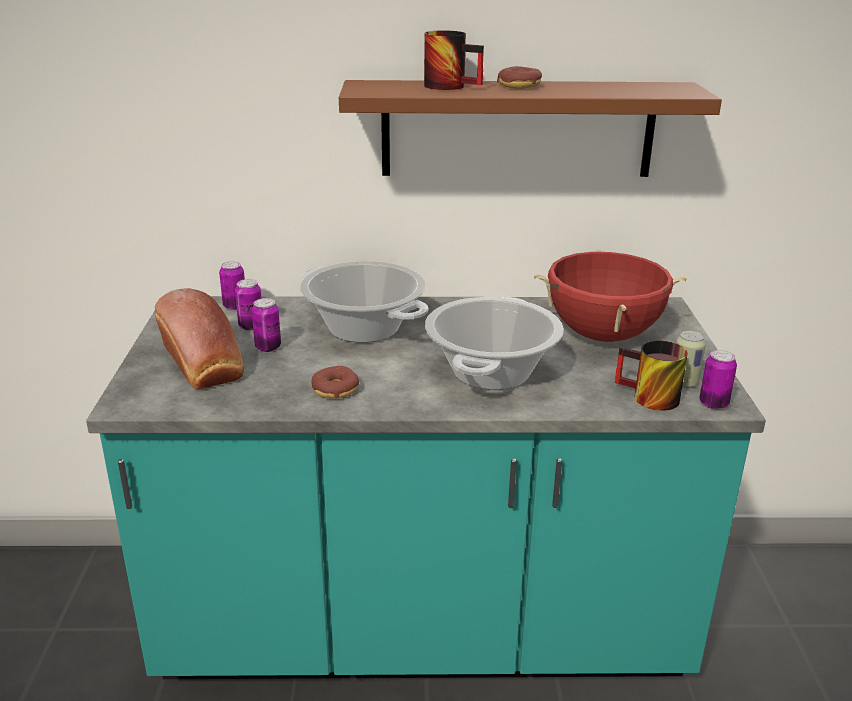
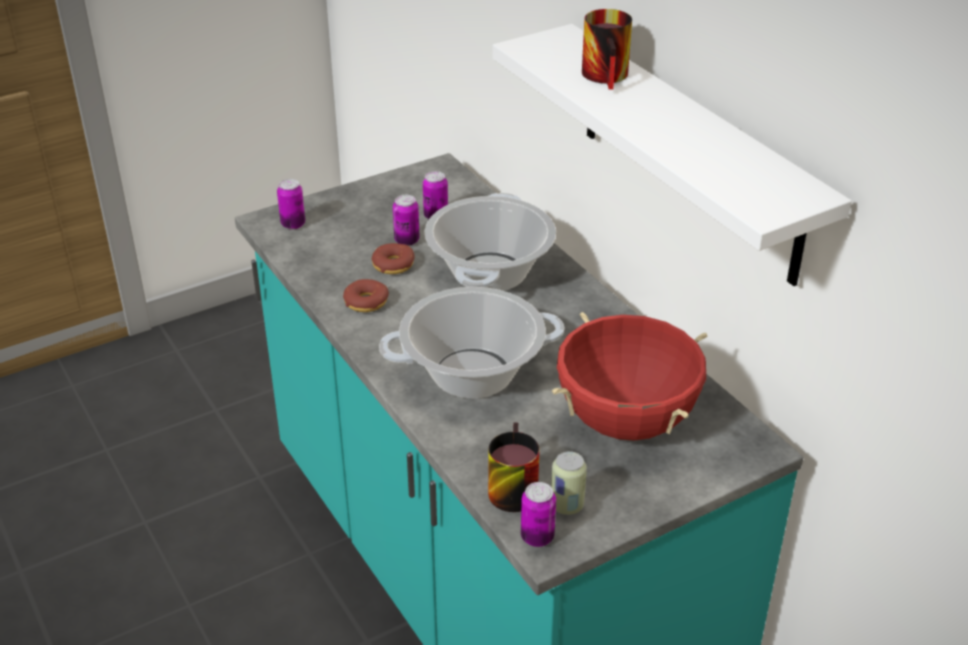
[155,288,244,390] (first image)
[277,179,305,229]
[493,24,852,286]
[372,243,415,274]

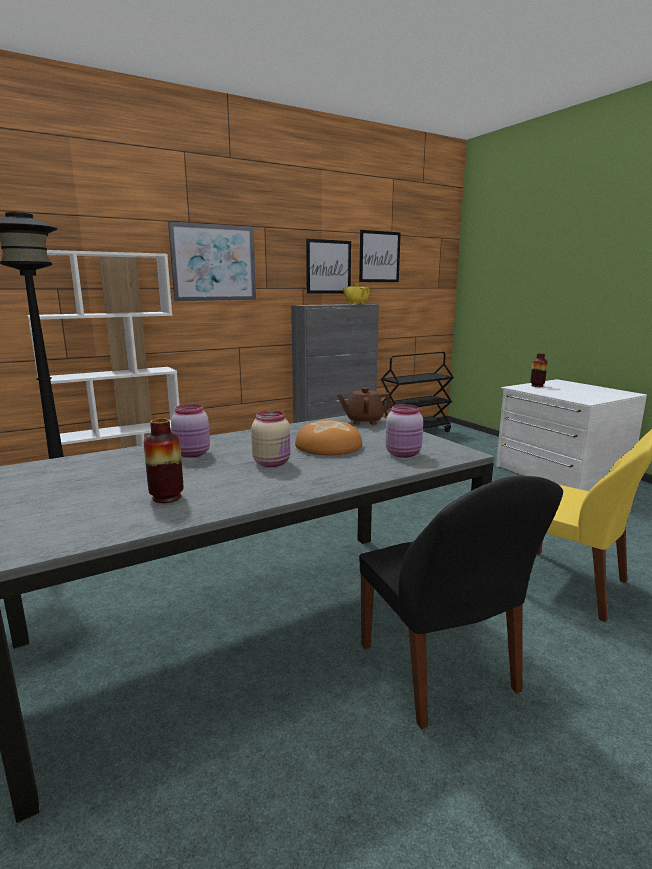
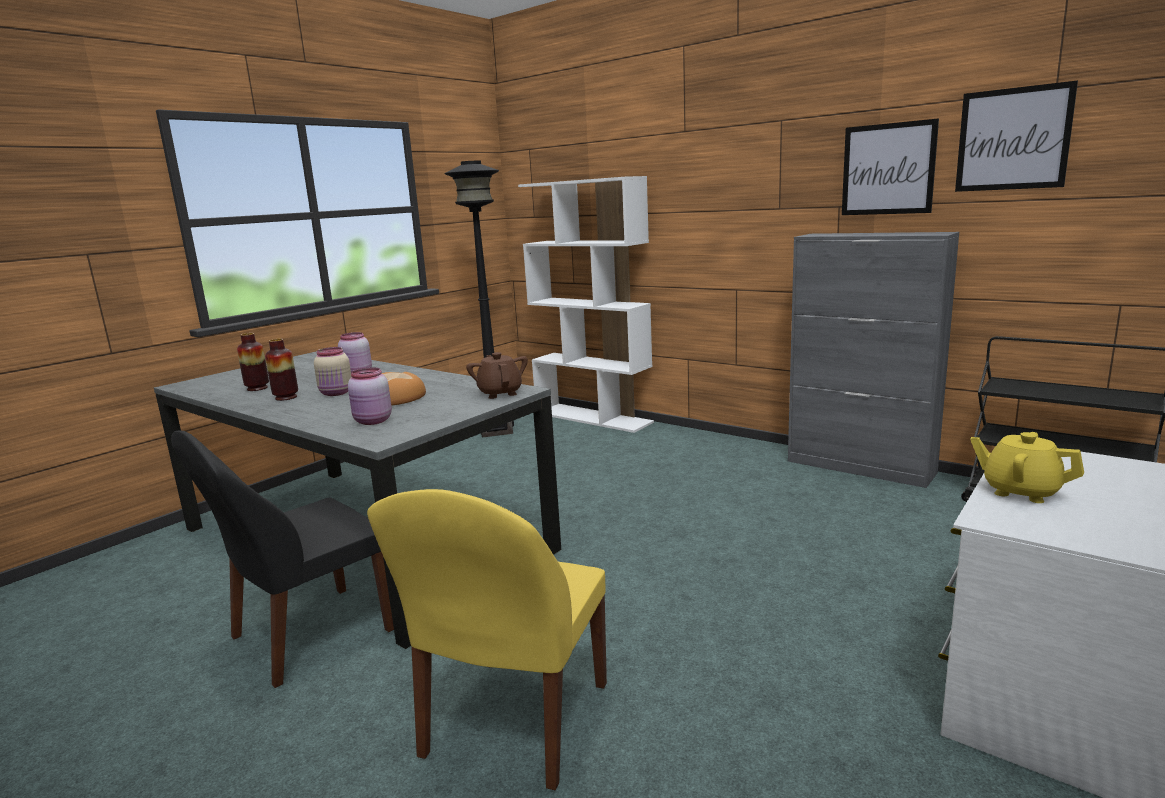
[168,222,256,301] (first image)
[970,432,1084,503]
[265,339,298,401]

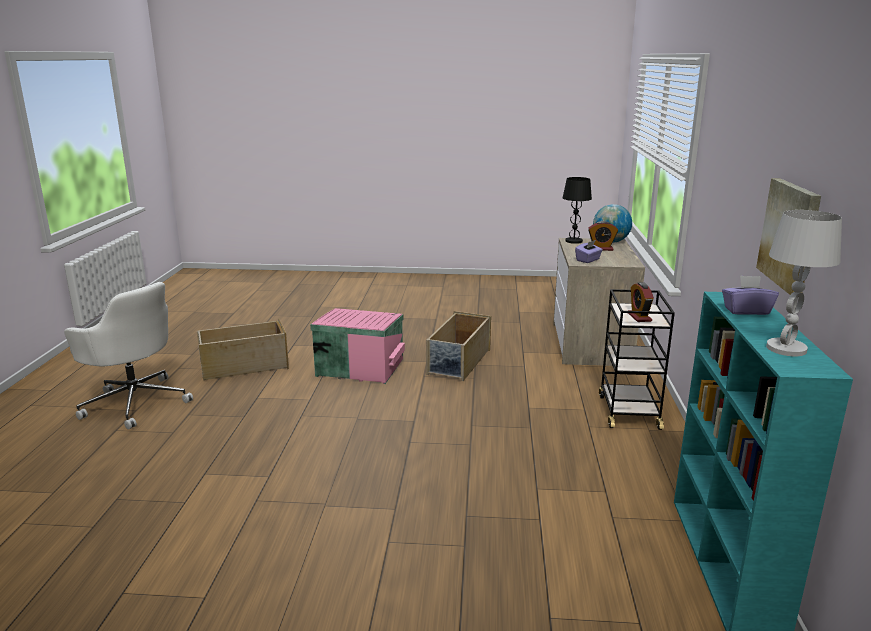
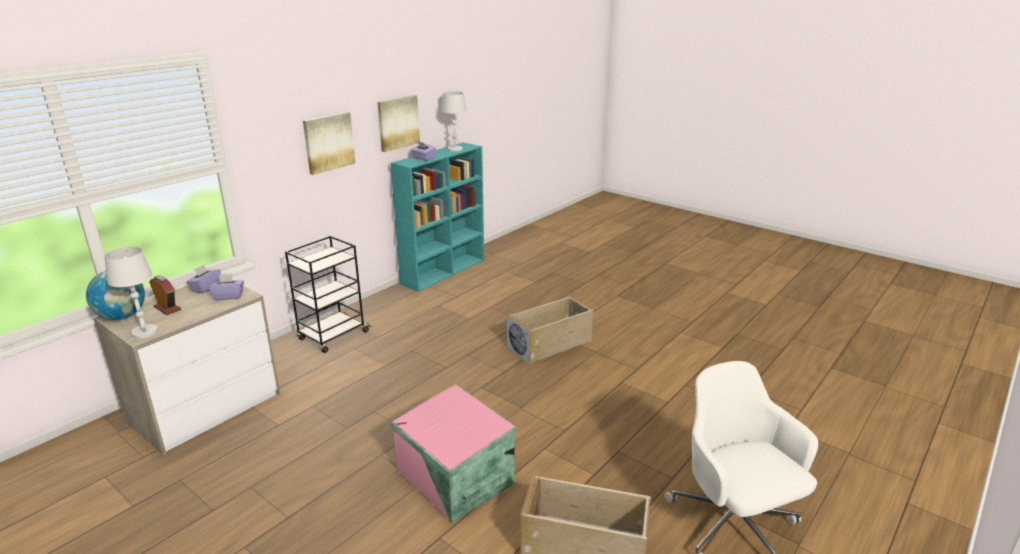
[507,296,593,365]
[105,247,158,338]
[628,282,654,322] (first image)
[186,265,221,294]
[303,112,355,175]

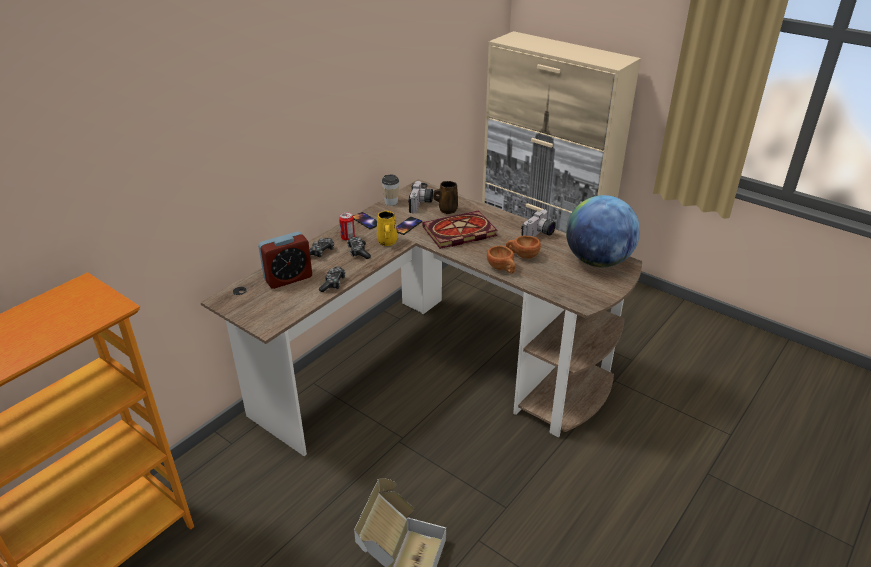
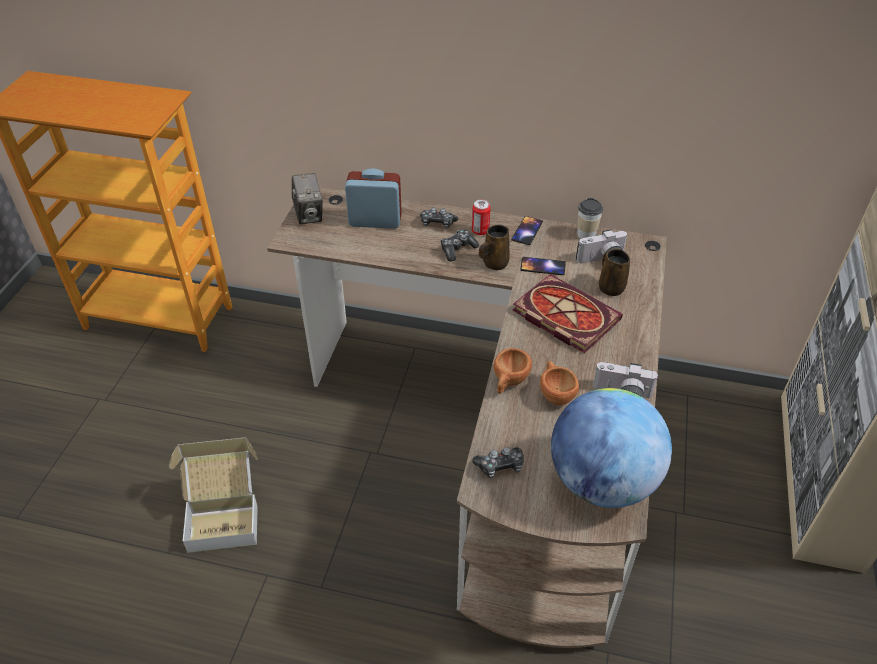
[345,168,402,229]
[472,447,524,478]
[479,225,510,270]
[292,173,323,224]

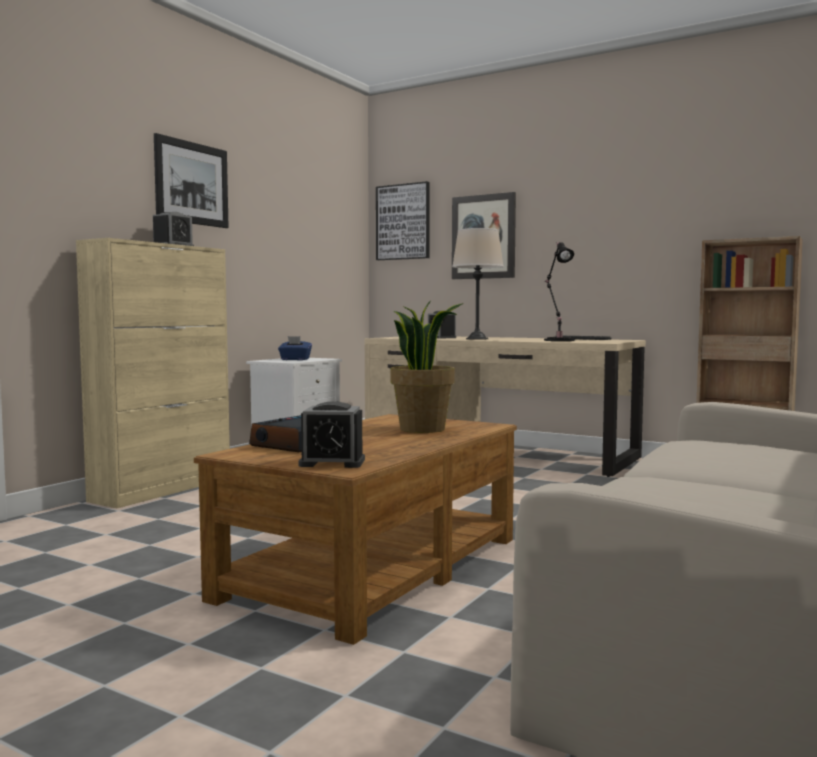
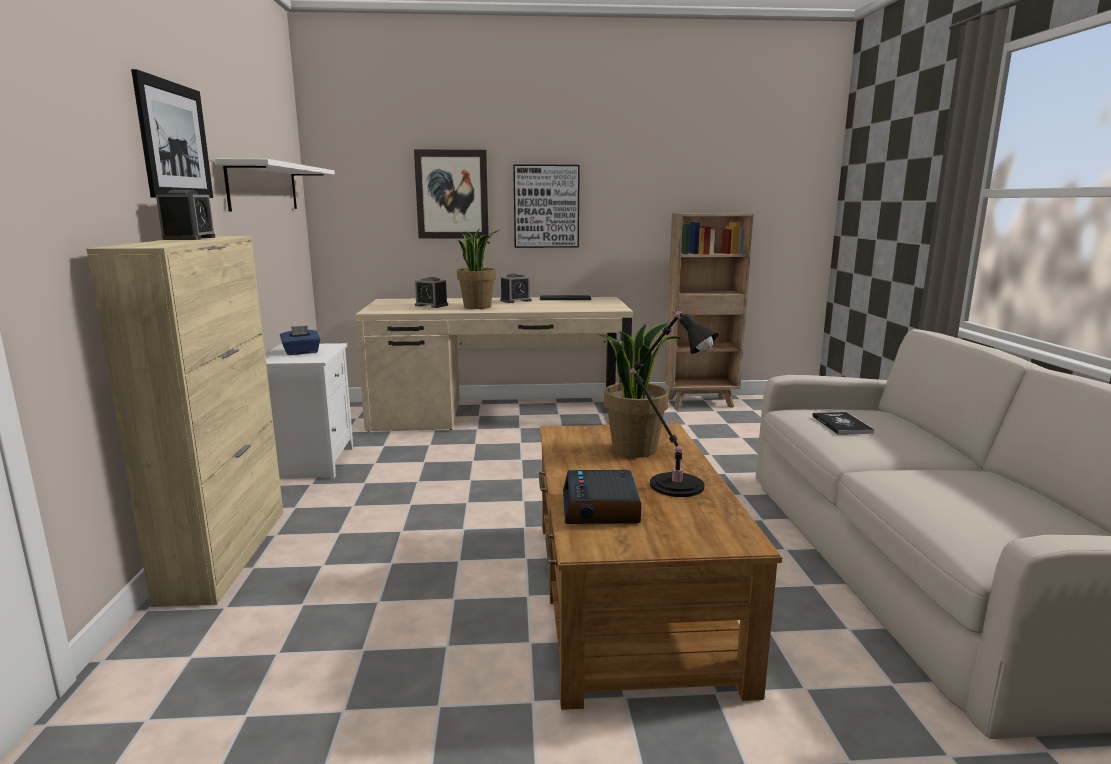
[500,274,532,303]
[513,164,580,248]
[457,228,499,309]
[627,311,719,497]
[215,159,335,212]
[812,412,874,435]

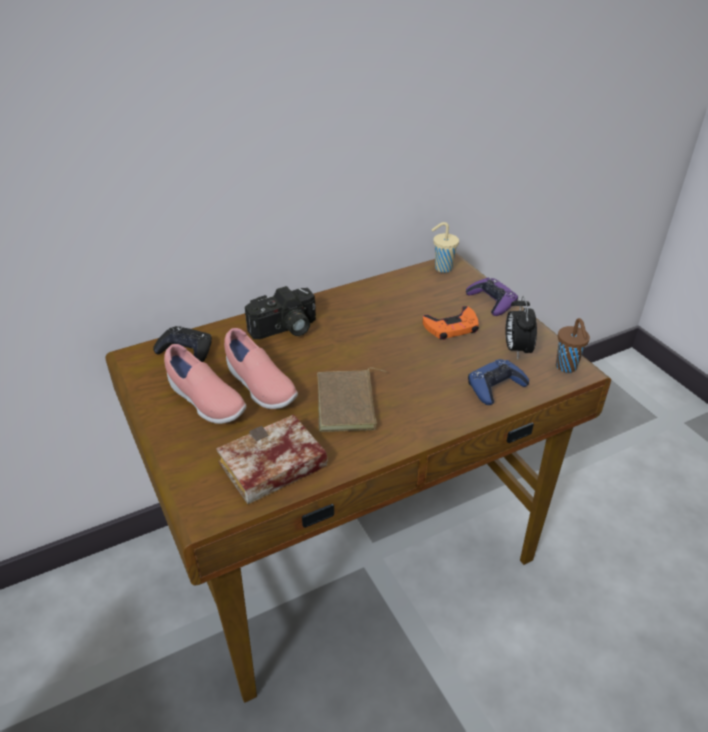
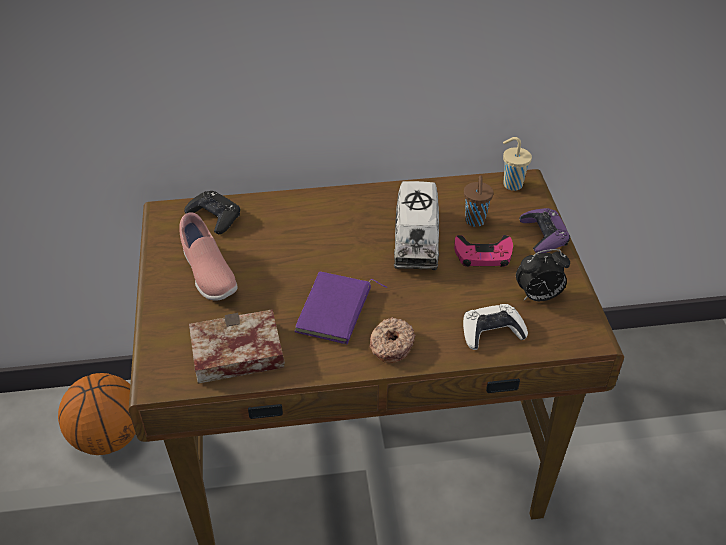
[224,328,298,409] (first image)
[245,286,316,339] (first image)
[294,272,387,344]
[454,235,513,267]
[463,304,528,350]
[516,249,570,301]
[464,175,494,227]
[58,373,136,455]
[369,317,416,363]
[394,181,439,270]

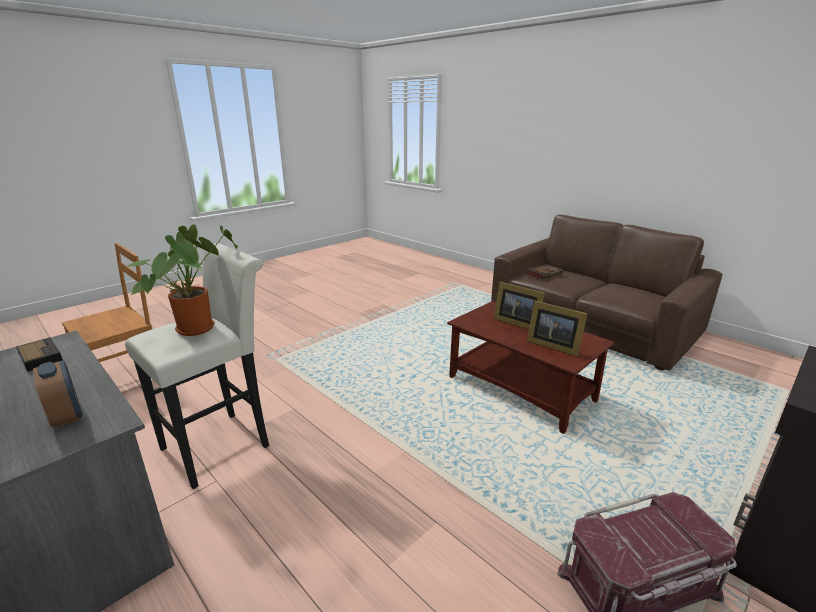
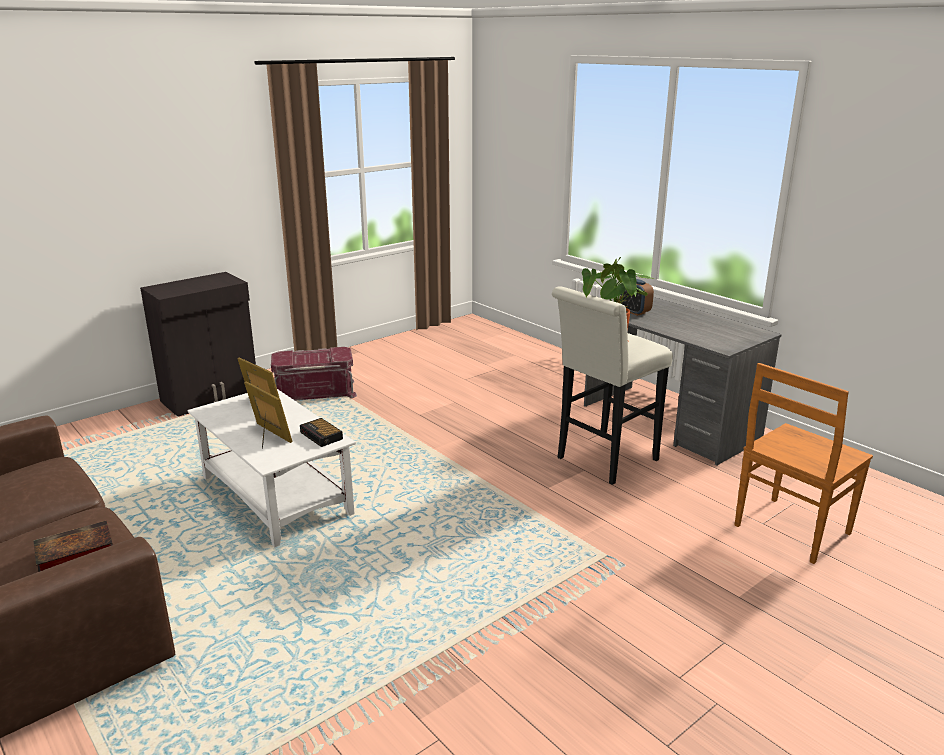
[300,418,343,447]
[188,389,356,547]

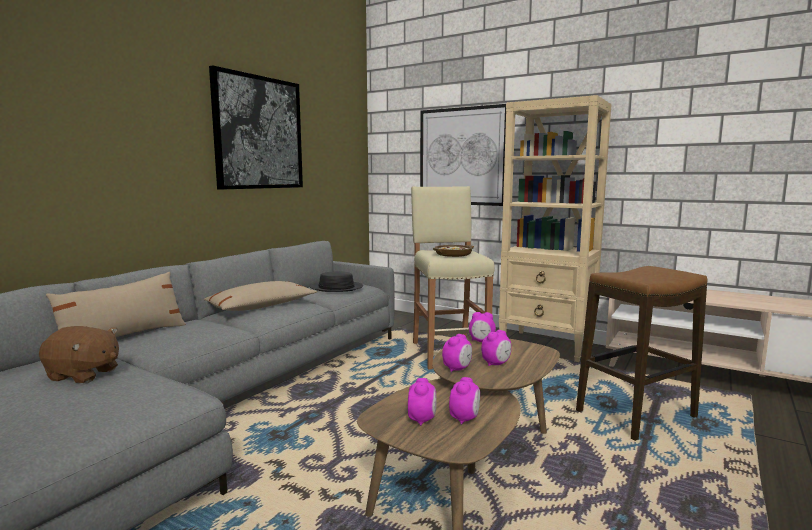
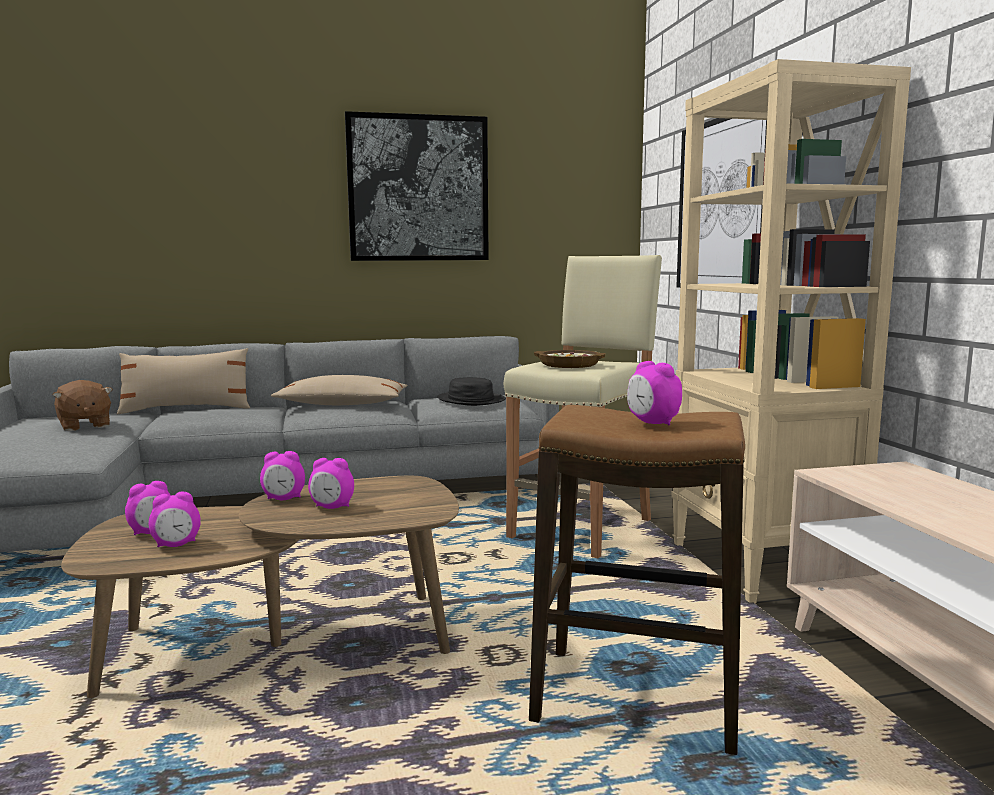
[627,361,682,426]

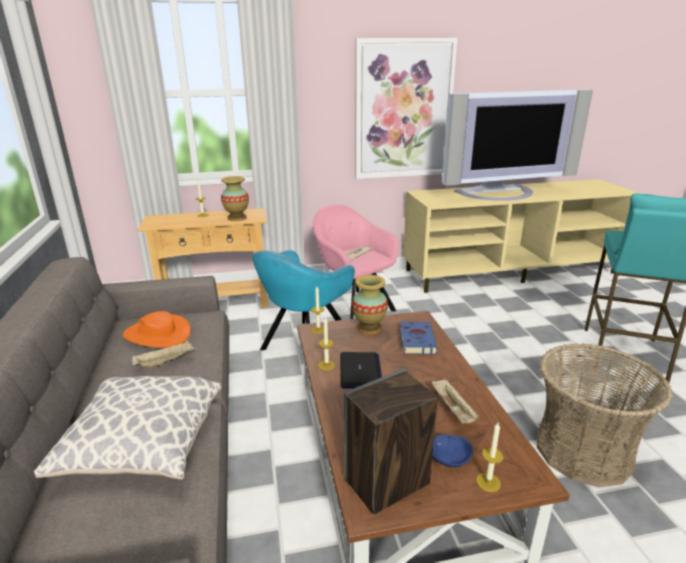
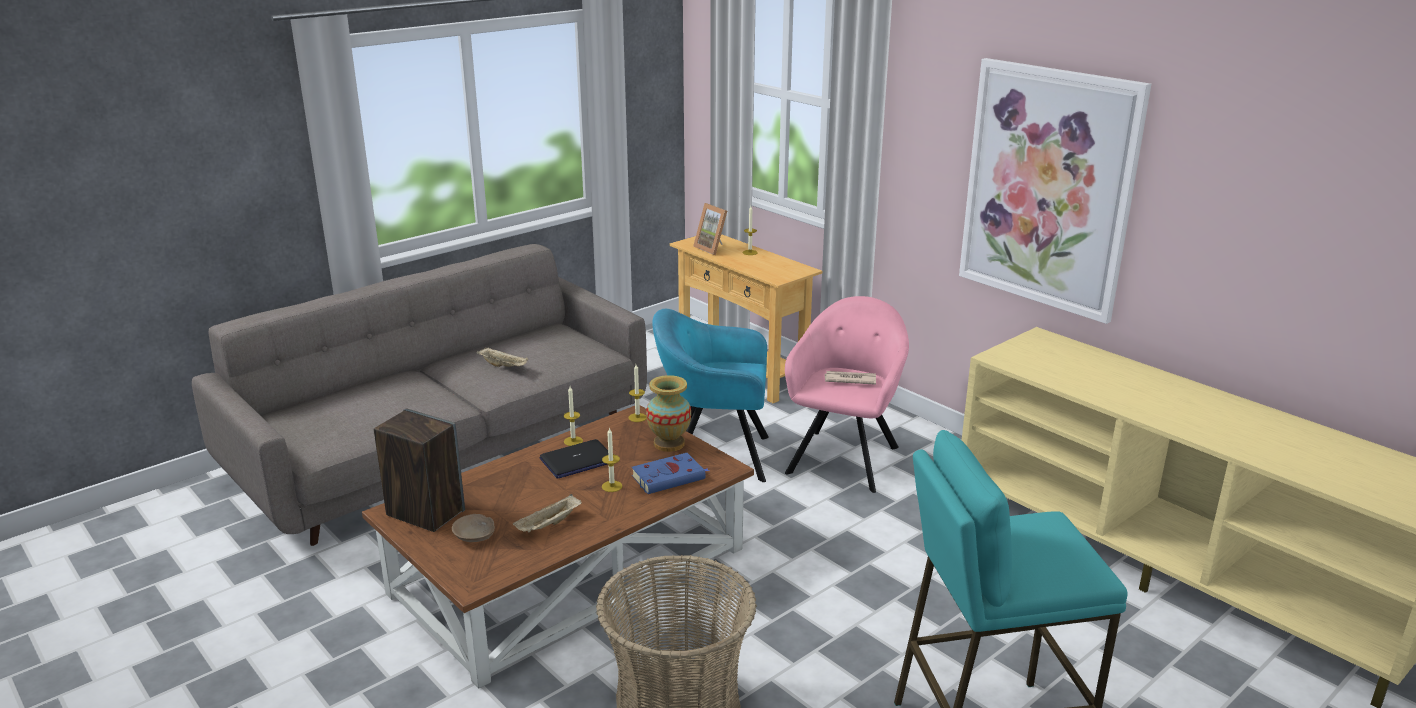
[34,376,222,480] (first image)
[123,311,191,348] (first image)
[221,176,249,221] (first image)
[452,514,495,542]
[442,89,593,201] (first image)
[602,427,622,492]
[693,203,727,255]

